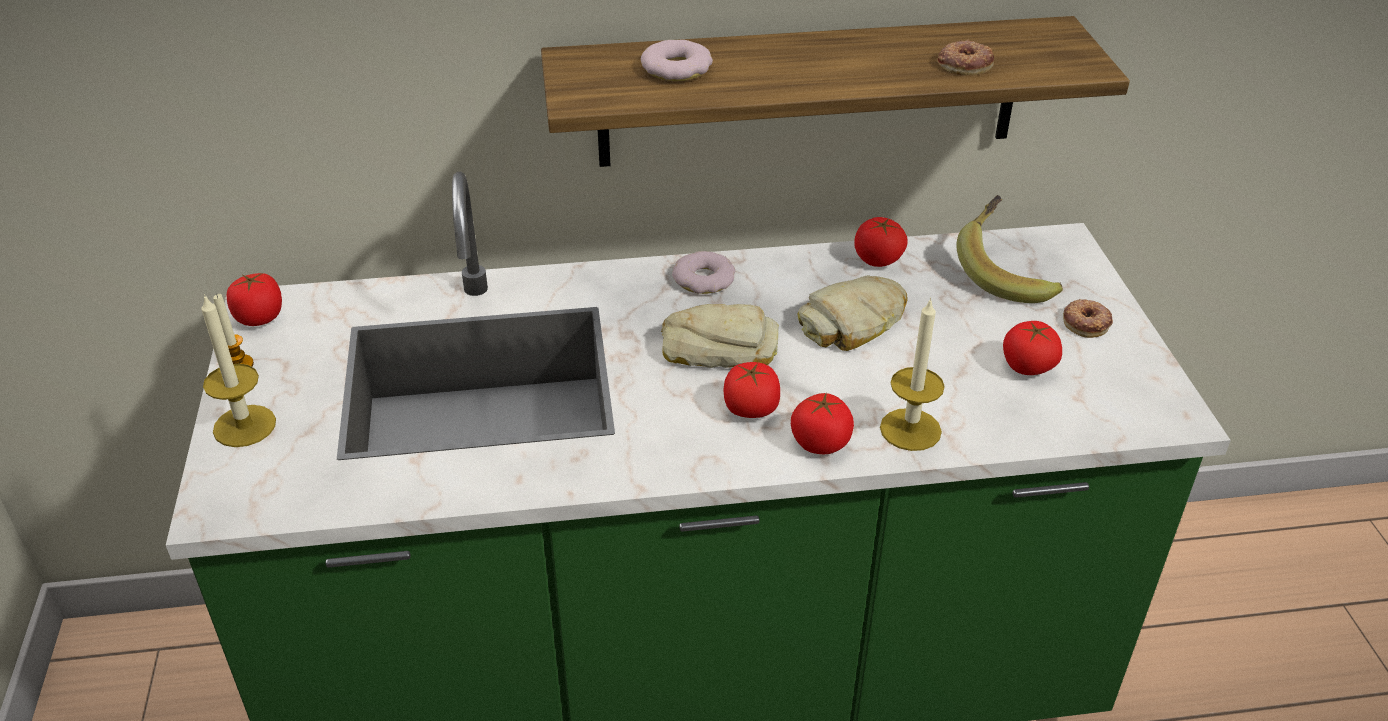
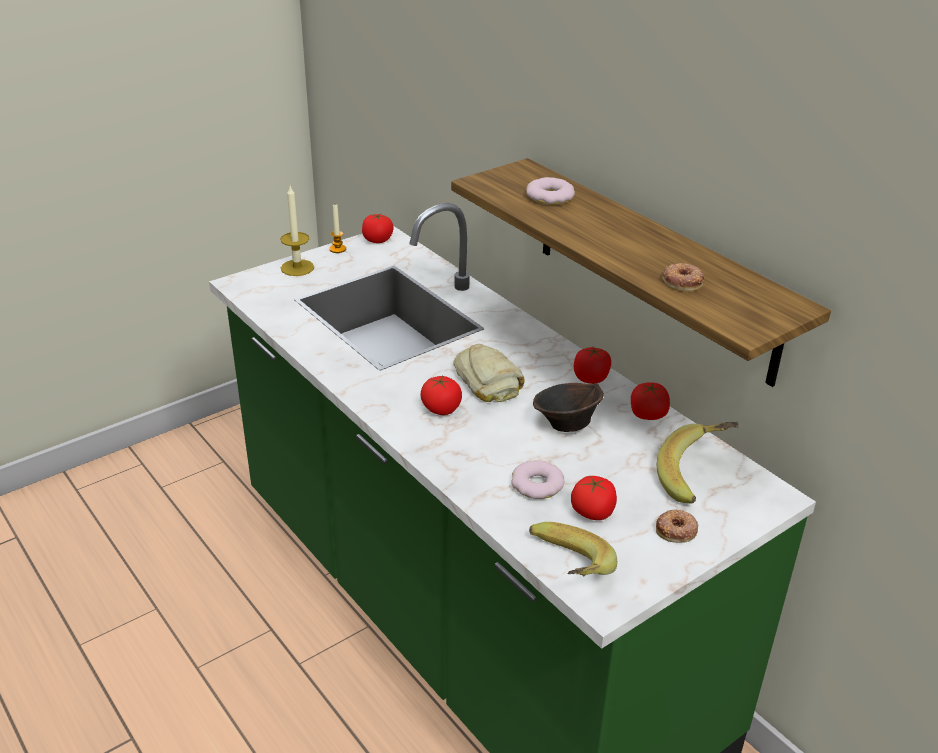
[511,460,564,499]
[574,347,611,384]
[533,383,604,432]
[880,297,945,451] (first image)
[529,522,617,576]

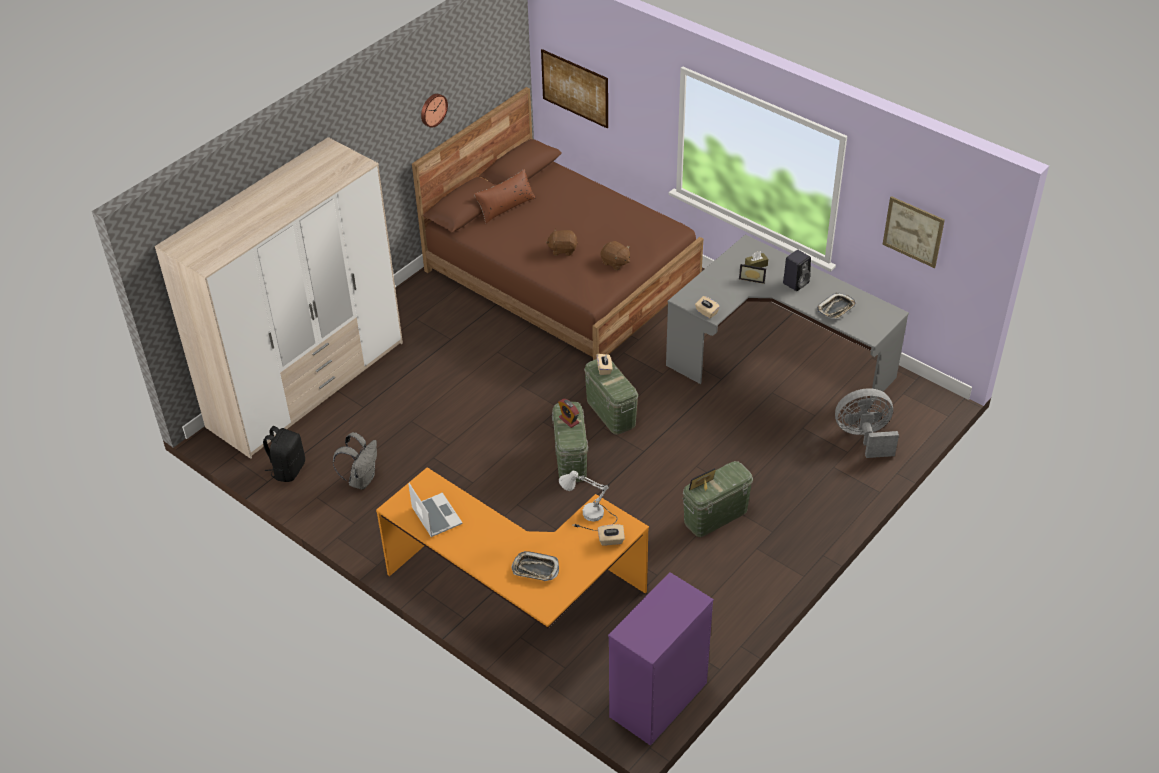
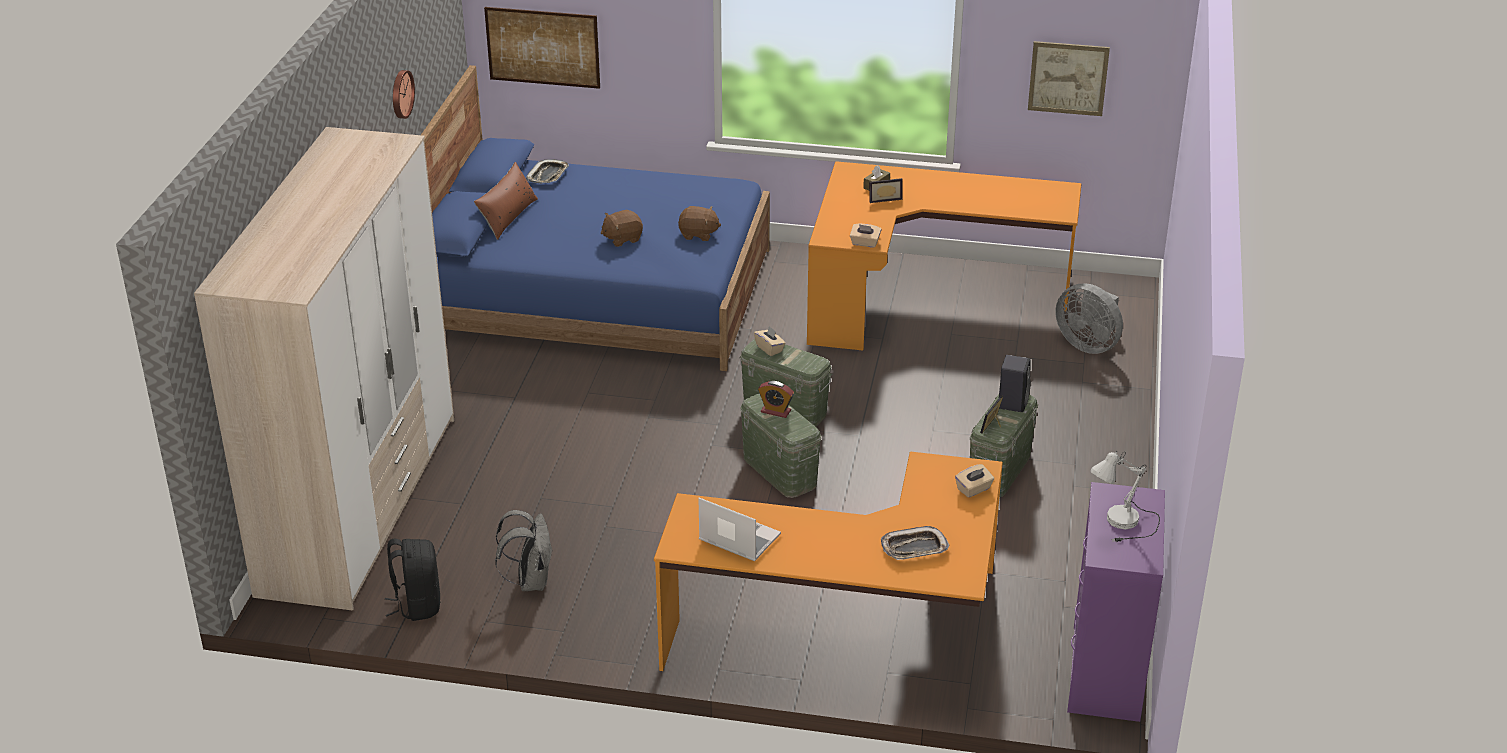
[421,65,770,371]
[1090,451,1160,542]
[807,161,1081,350]
[999,355,1031,412]
[526,159,569,184]
[1055,283,1123,354]

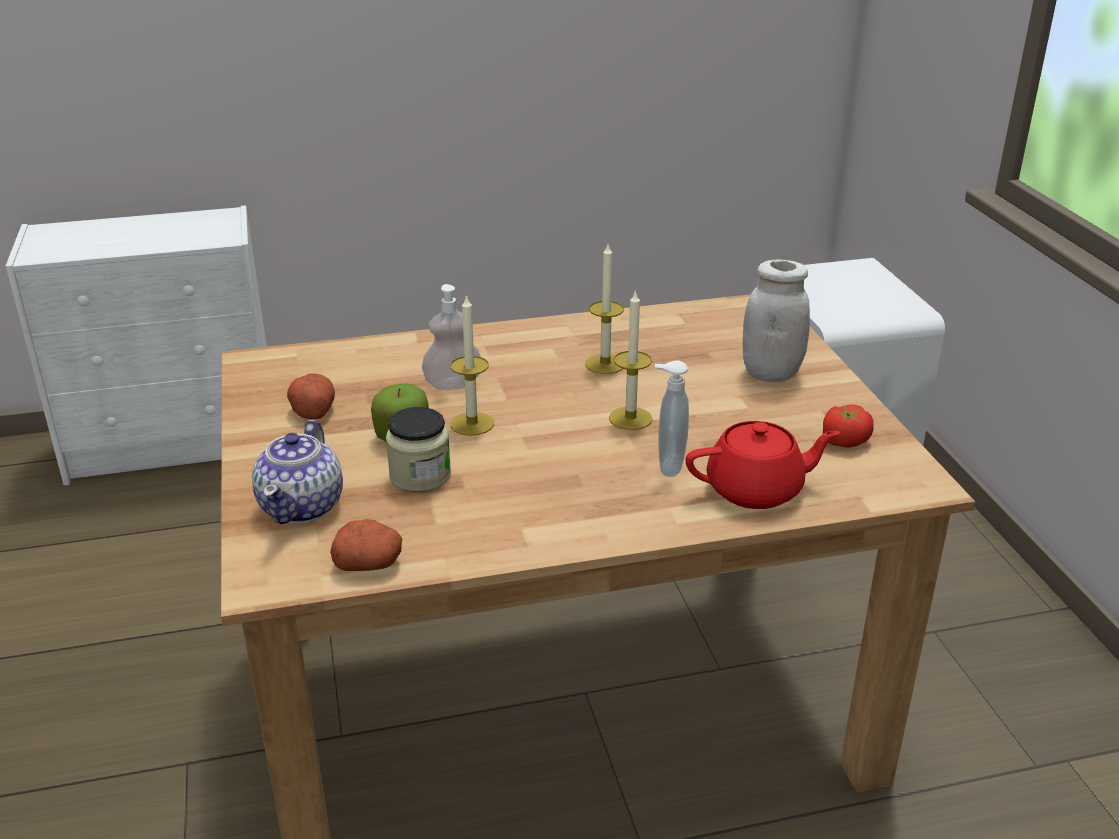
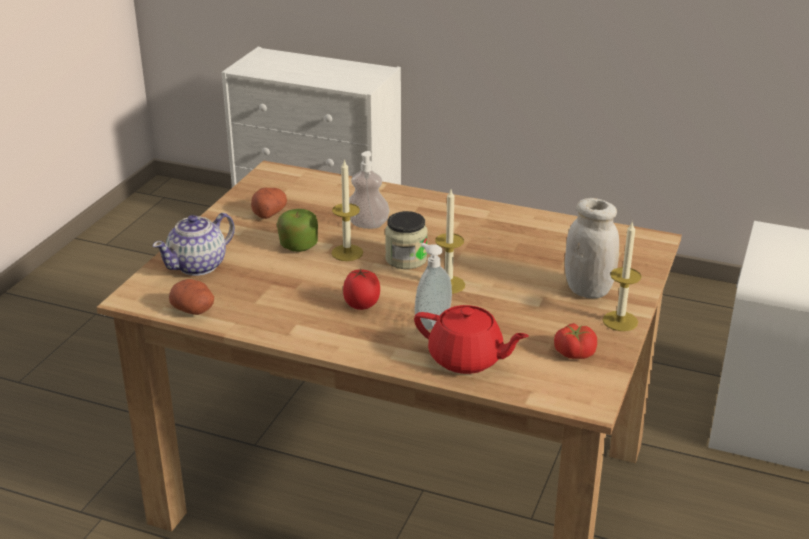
[385,211,428,269]
[603,221,642,331]
[343,269,380,310]

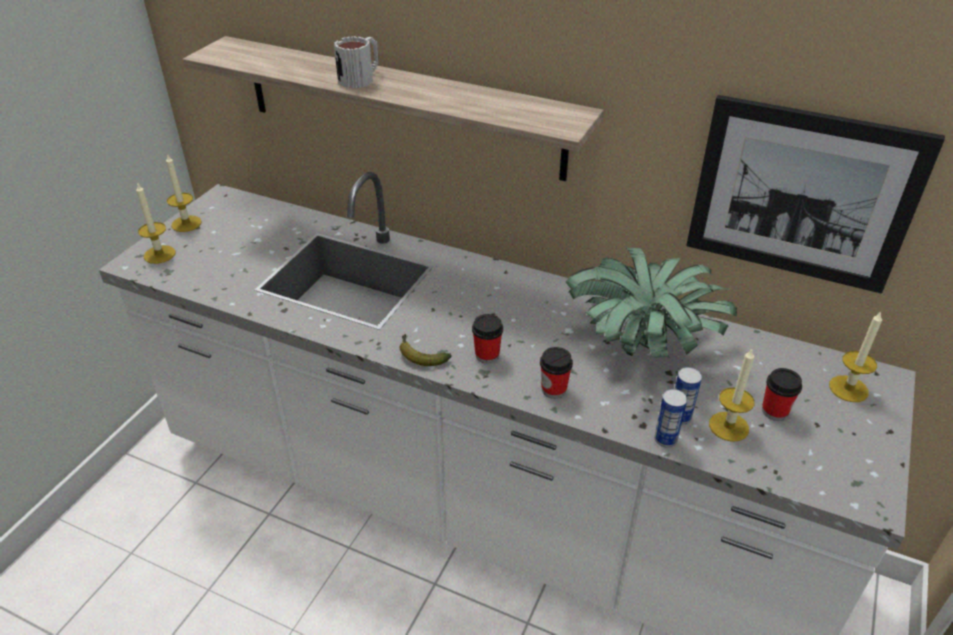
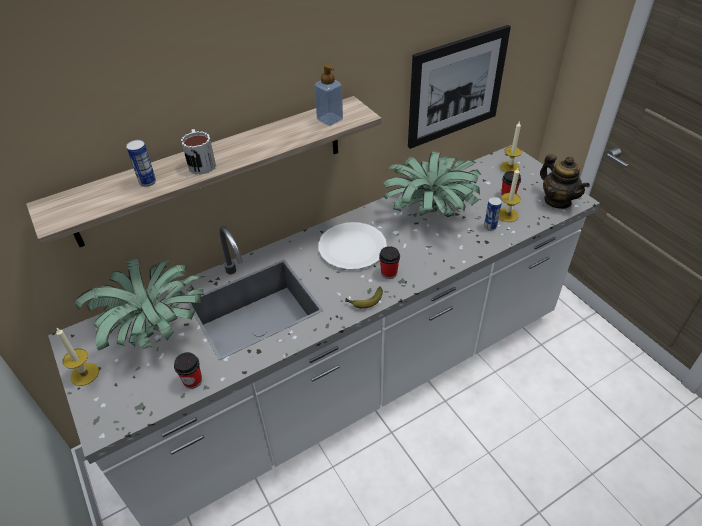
[136,182,175,264] (first image)
[174,352,202,389]
[126,140,156,187]
[74,258,205,351]
[314,64,343,126]
[318,222,387,270]
[540,154,590,209]

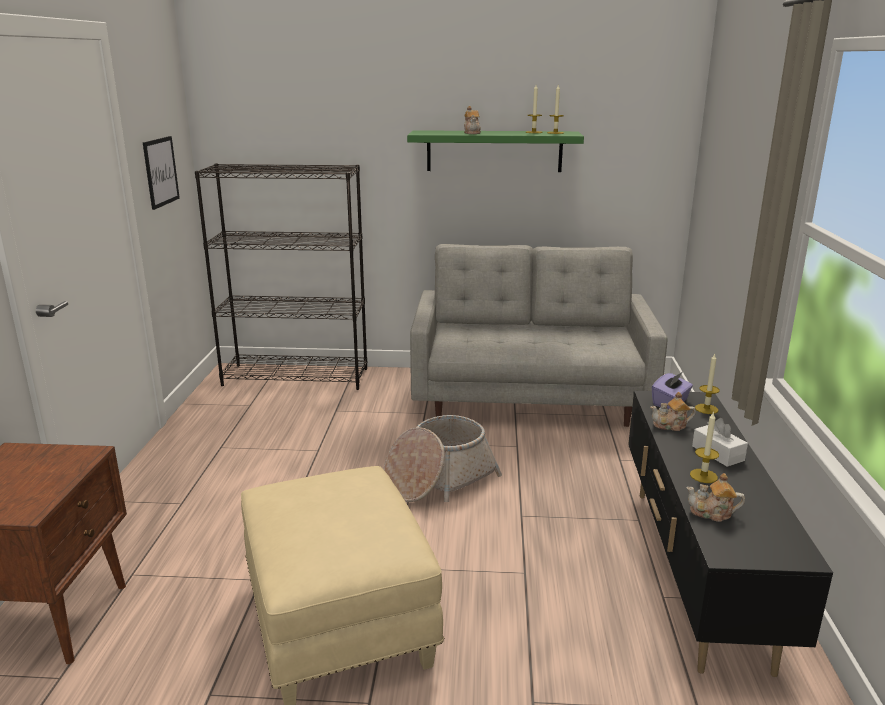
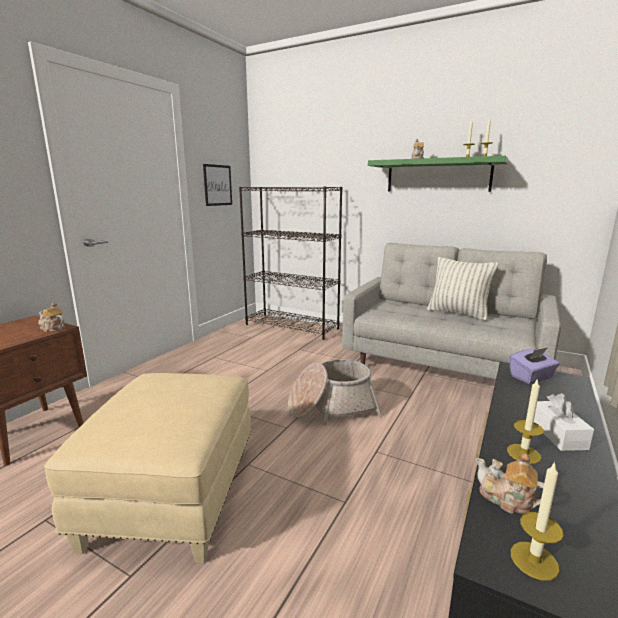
[38,302,65,332]
[511,461,564,581]
[427,257,498,321]

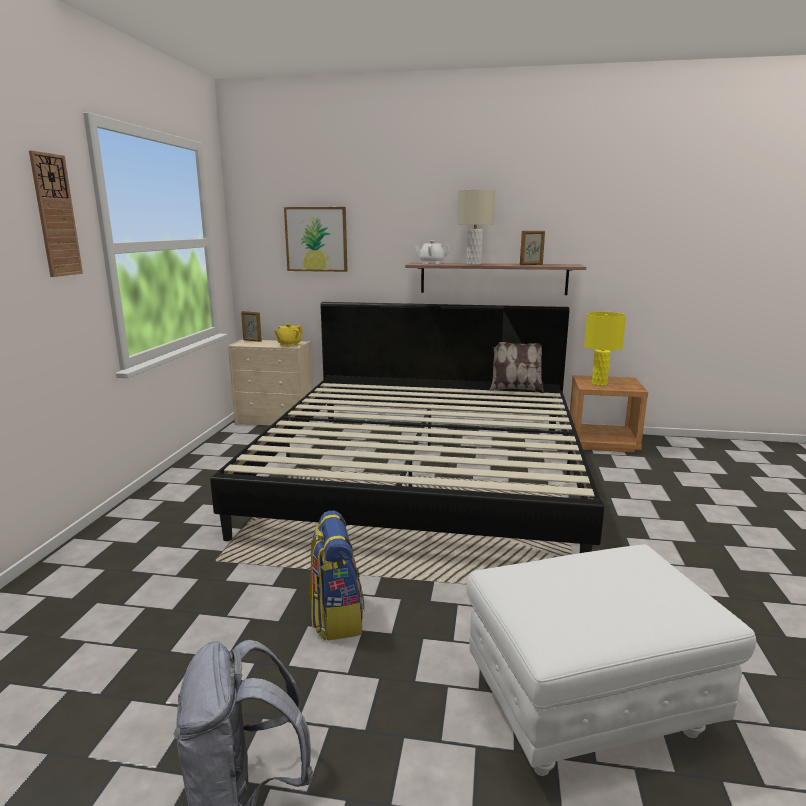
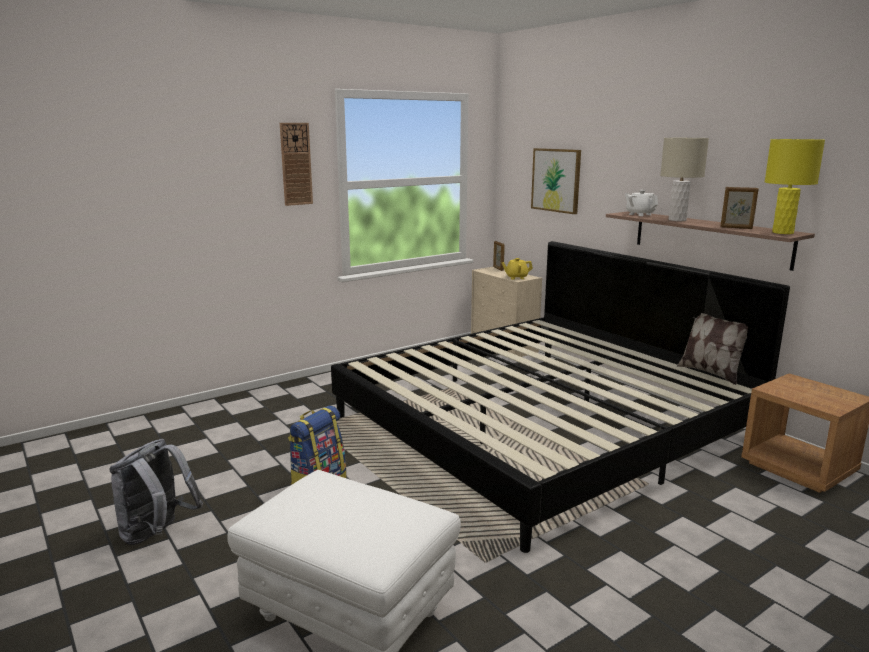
[765,139,825,234]

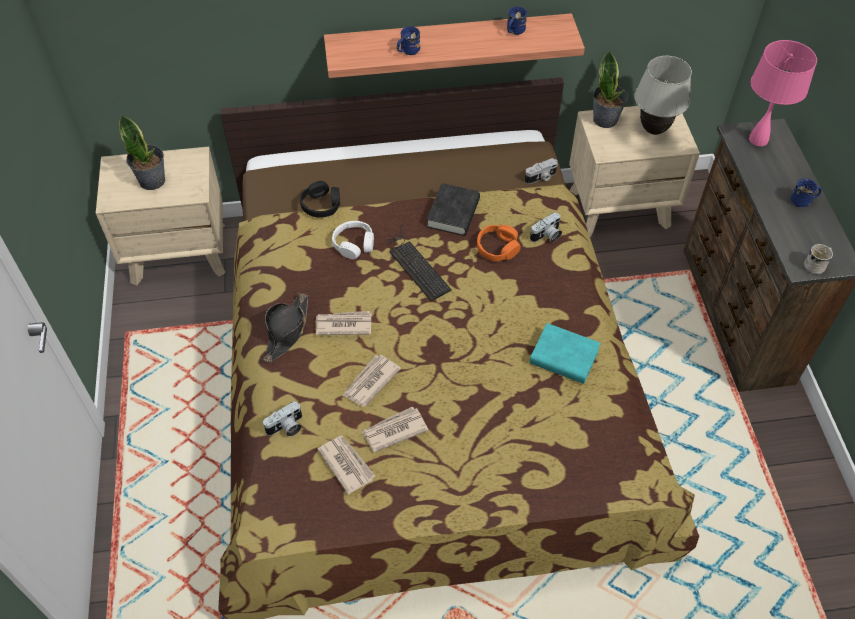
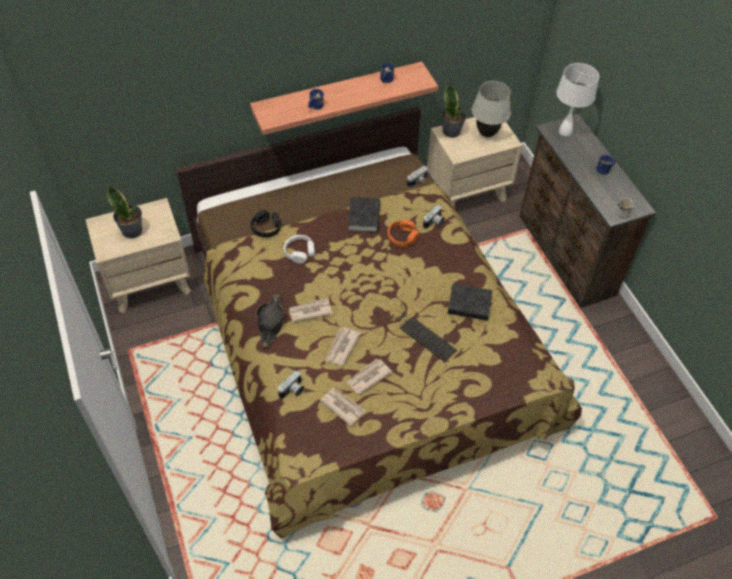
[395,303,457,362]
[448,284,492,321]
[556,63,599,136]

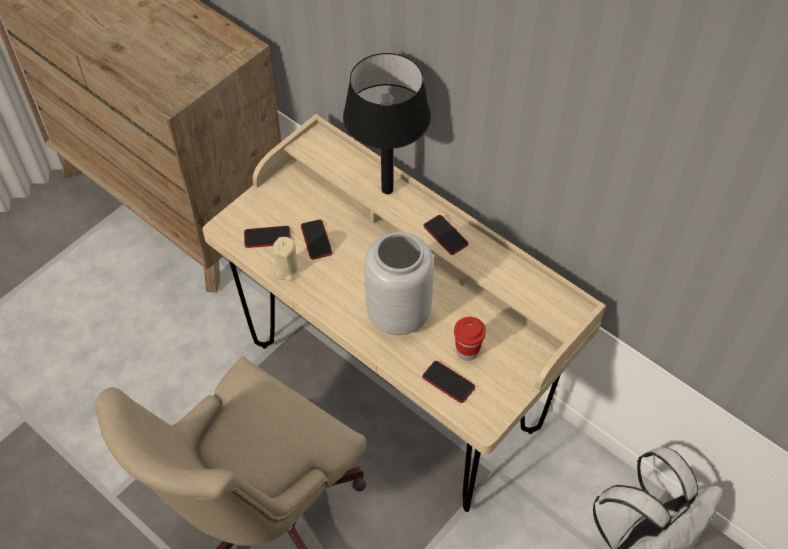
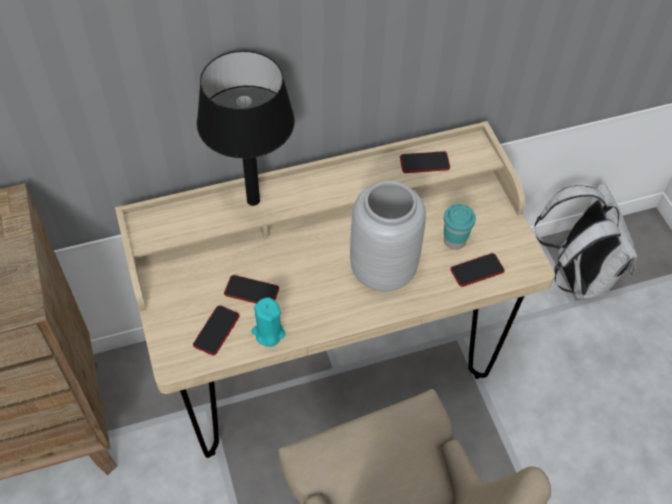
[252,297,285,347]
[400,151,450,173]
[444,204,476,250]

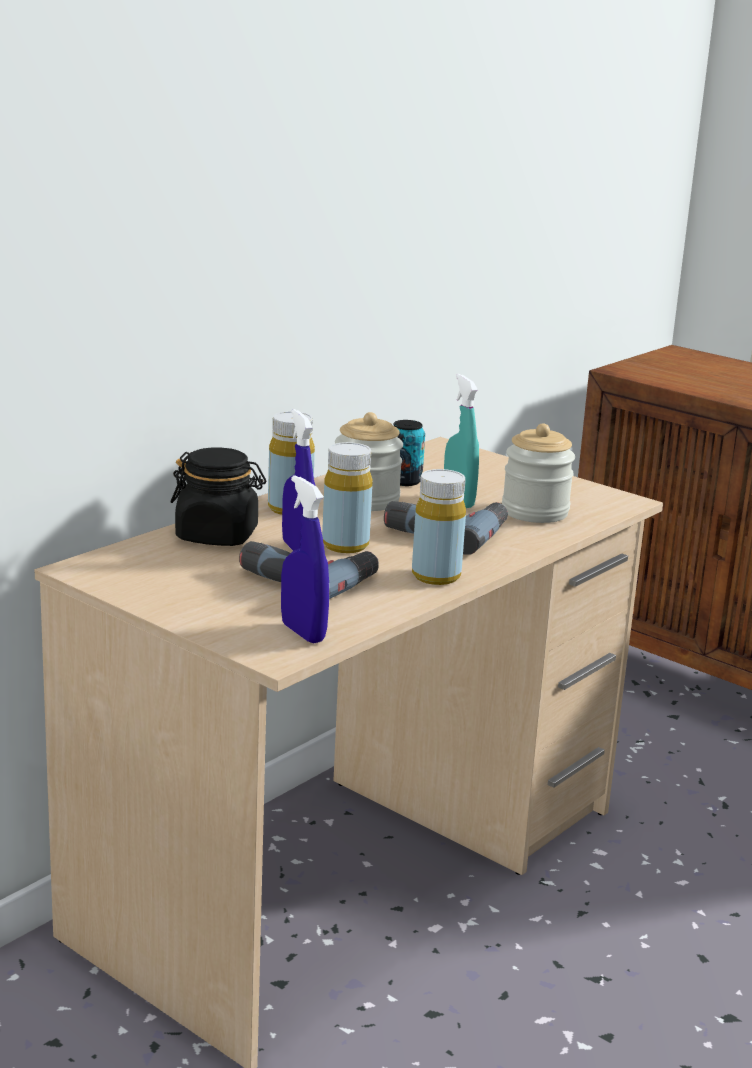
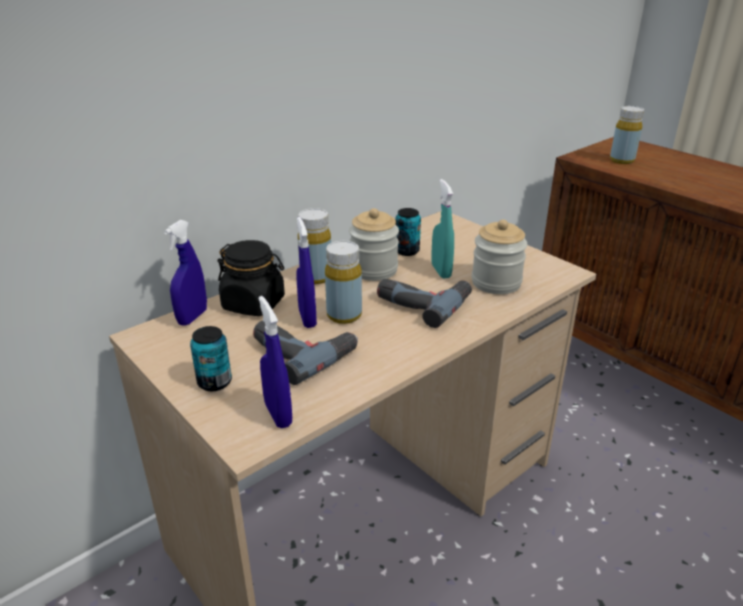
[610,106,644,164]
[164,220,207,326]
[190,326,232,391]

